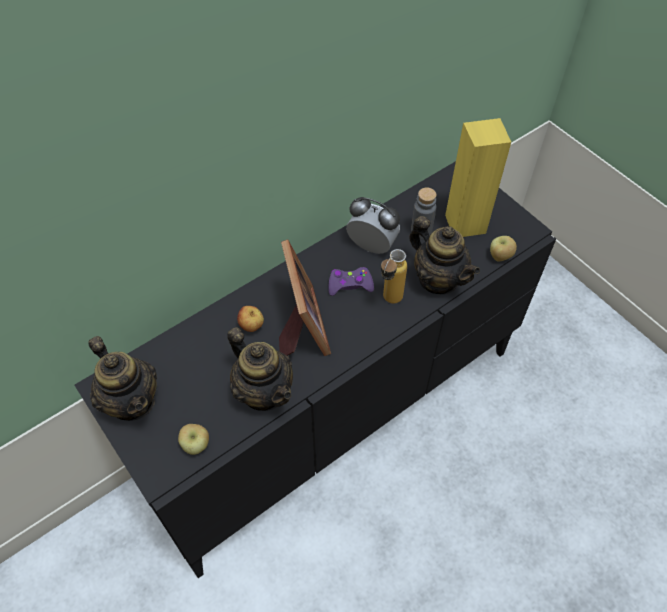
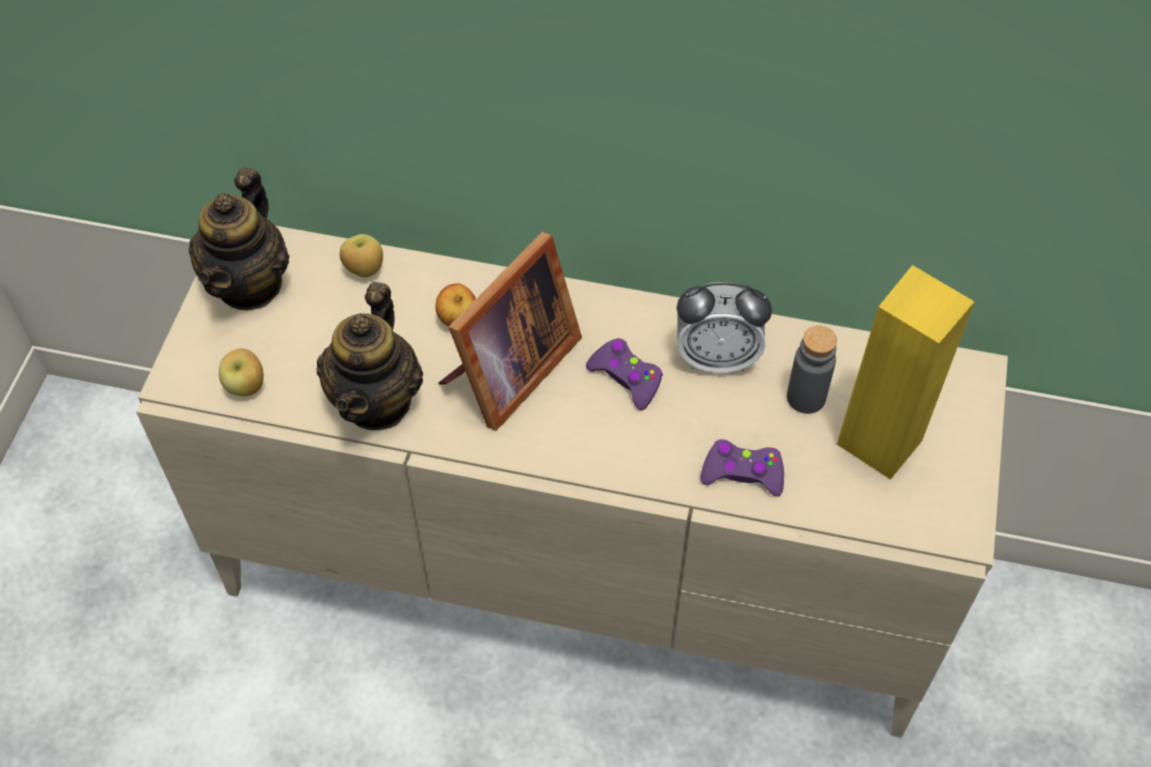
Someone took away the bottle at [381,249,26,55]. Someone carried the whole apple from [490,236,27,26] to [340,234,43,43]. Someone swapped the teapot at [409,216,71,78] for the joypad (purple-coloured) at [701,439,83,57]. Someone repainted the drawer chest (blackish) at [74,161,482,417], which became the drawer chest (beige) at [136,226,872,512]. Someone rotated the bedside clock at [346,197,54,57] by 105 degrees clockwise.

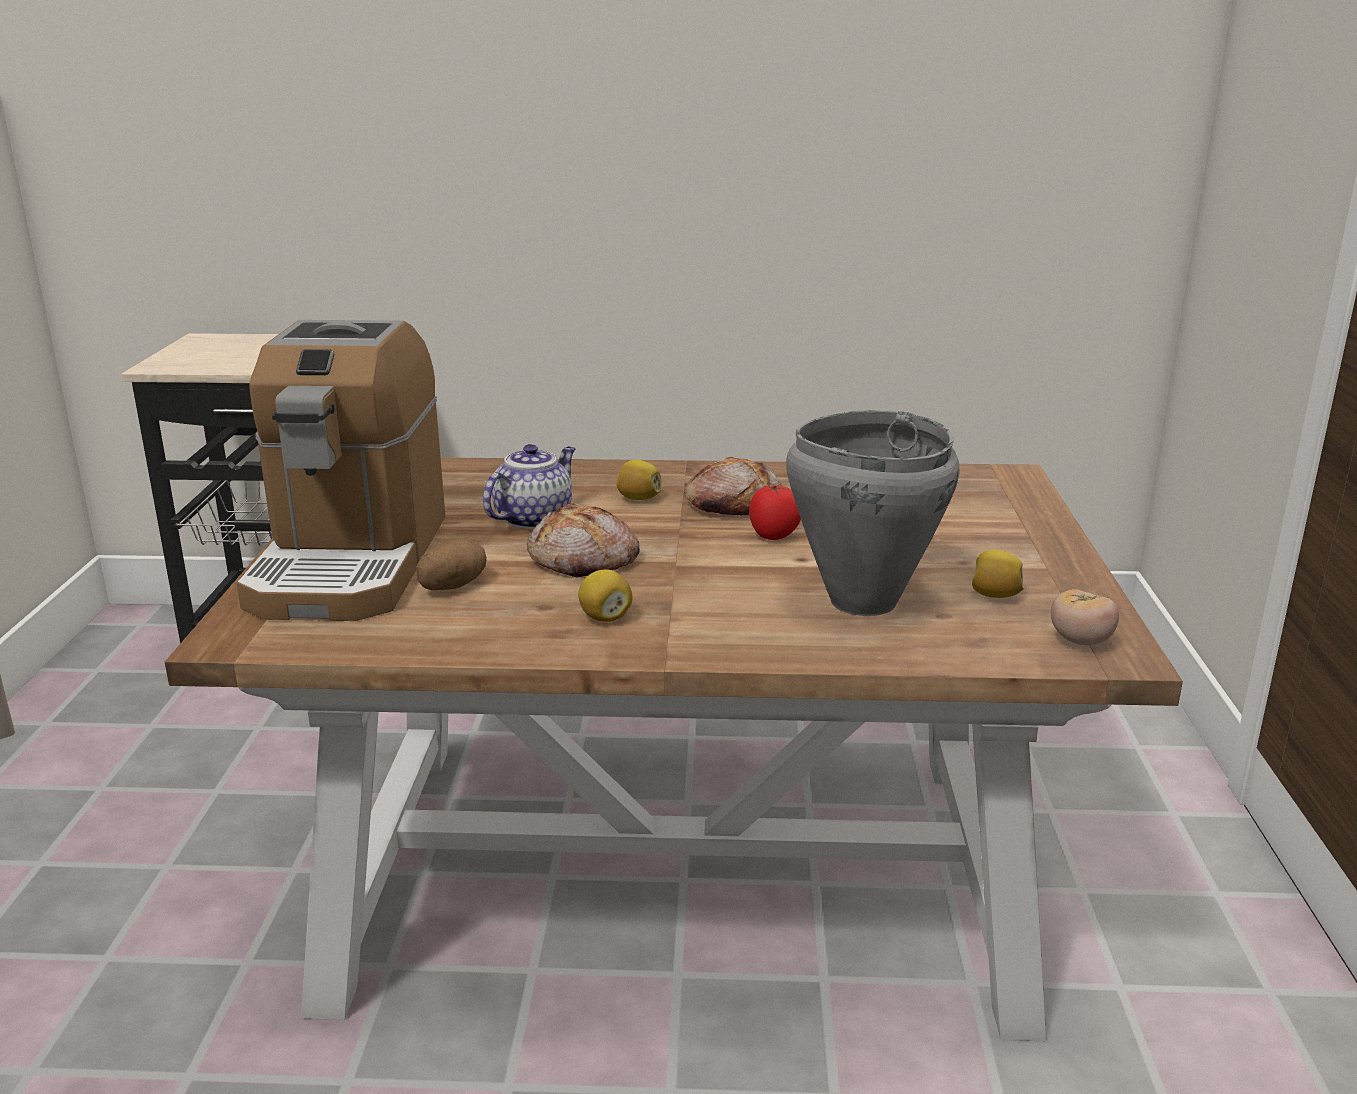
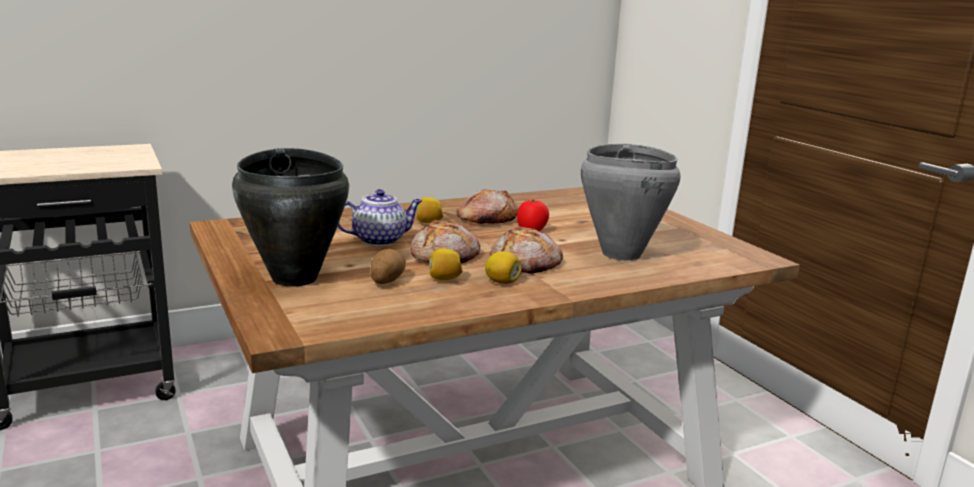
Someone took away the whole tomato at [1051,589,68,56]. Someone put down the baked bread at [490,226,73,48]. Someone carried the citrus fruit from [972,549,52,49] to [429,248,34,32]. Someone swapped the coffee brewer at [236,320,210,301] for the saucepot (blackish) at [232,148,117,139]. Someone rotated the teapot at [483,444,93,85] by 60 degrees clockwise.

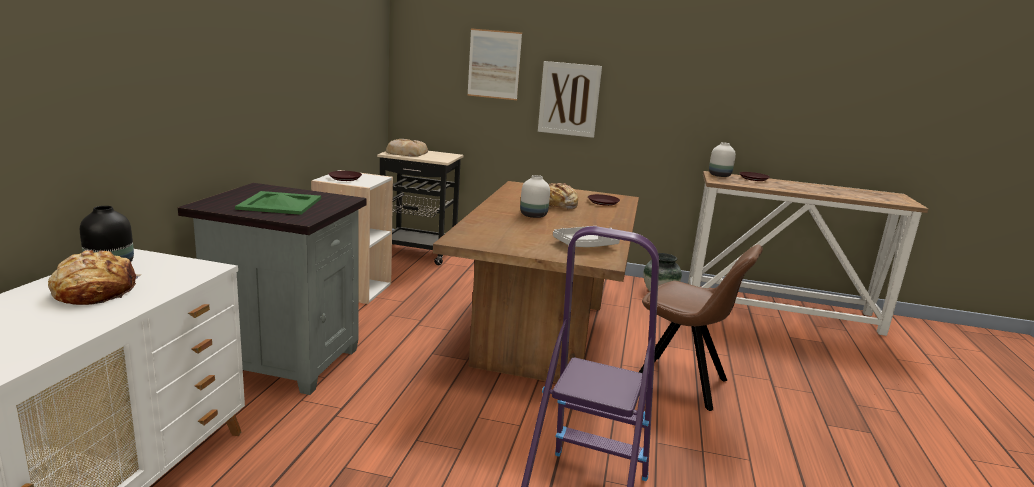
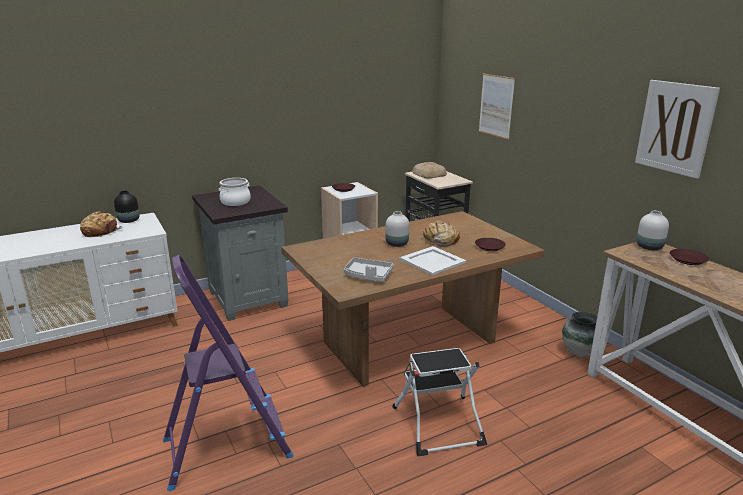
Someone put down the serving tray (whitish) at [400,246,66,29]. Someone carried the picture from [538,61,64,77] to [635,80,85,99]. Someone swapped the serving tray (greenish) at [235,191,86,24] for the saucepot at [219,178,32,28]. Someone swapped the upright chair (brownish) at [639,245,124,166] for the step stool at [392,348,95,108].

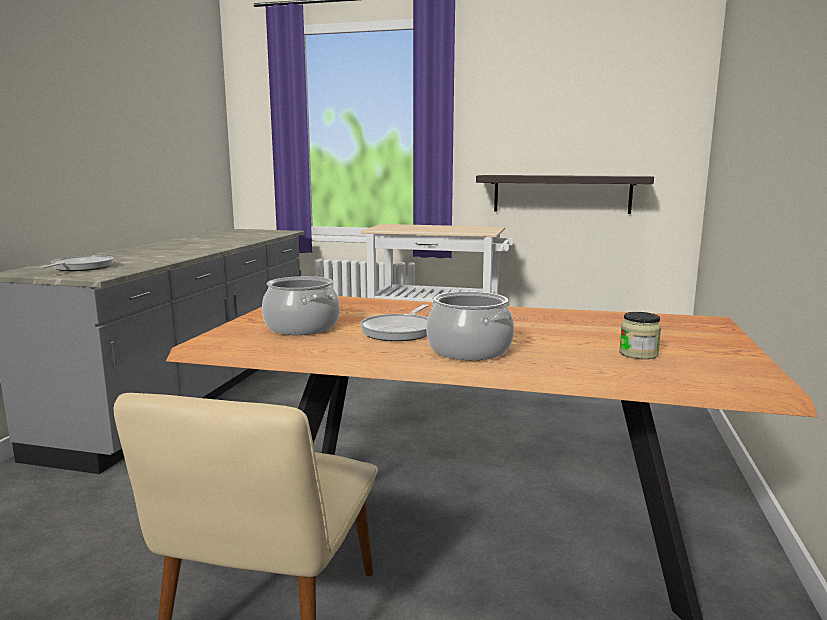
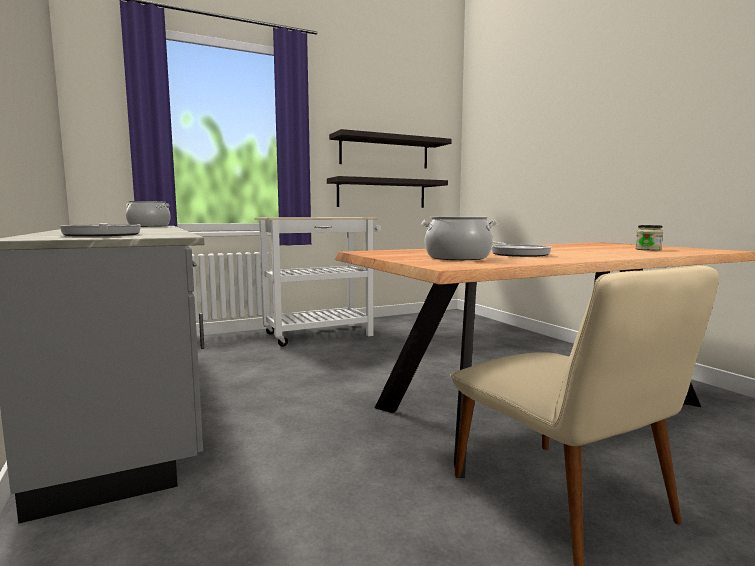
Someone put up the wall shelf at [329,129,122,40]. Someone carried the saucepot from [426,291,88,69] to [126,201,45,26].

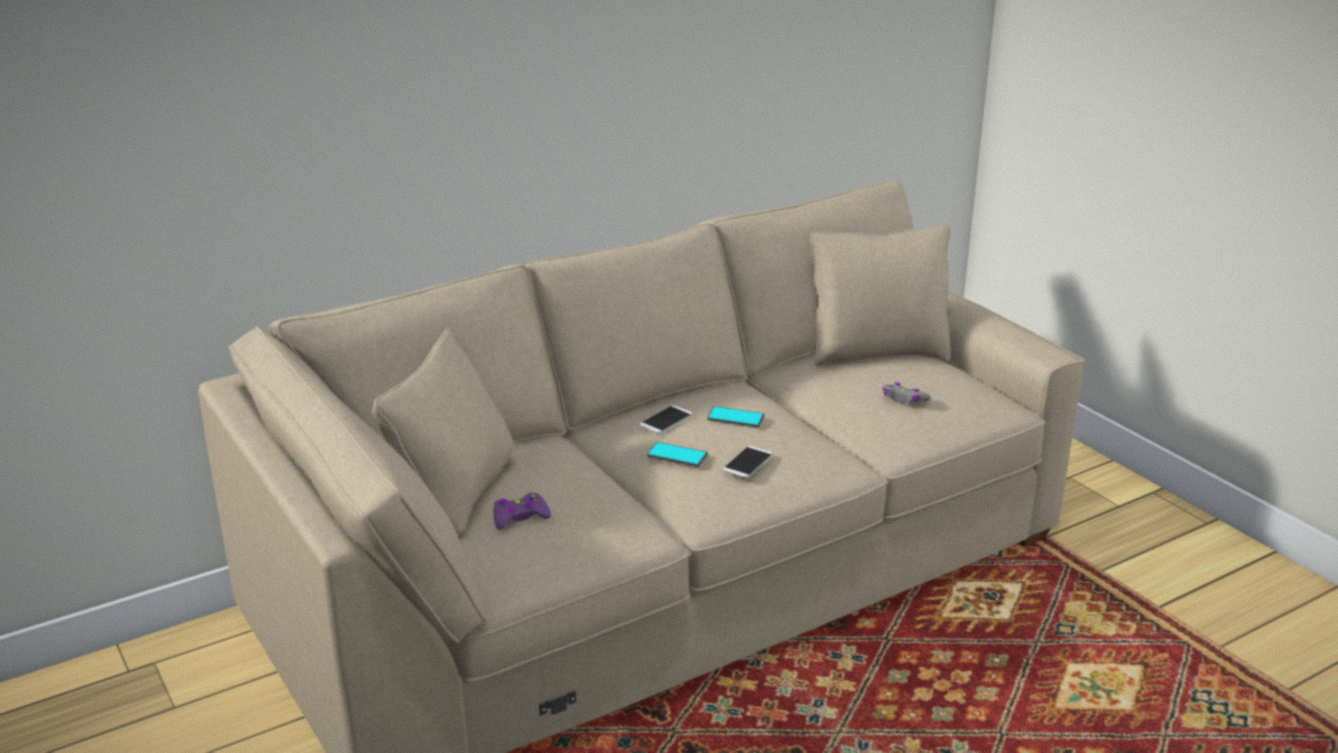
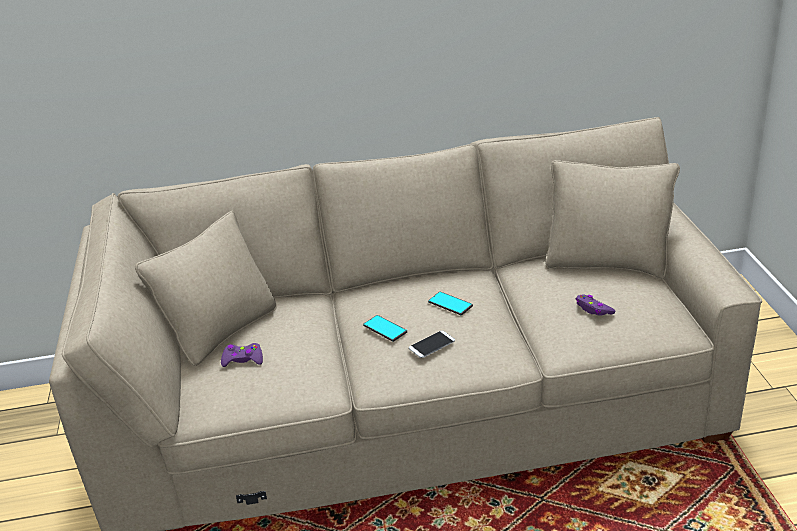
Someone took away the telephone at [640,405,52,29]. Someone repainted the joypad (grey) at [882,382,49,22], which became the joypad (purple-coloured) at [576,294,40,22].

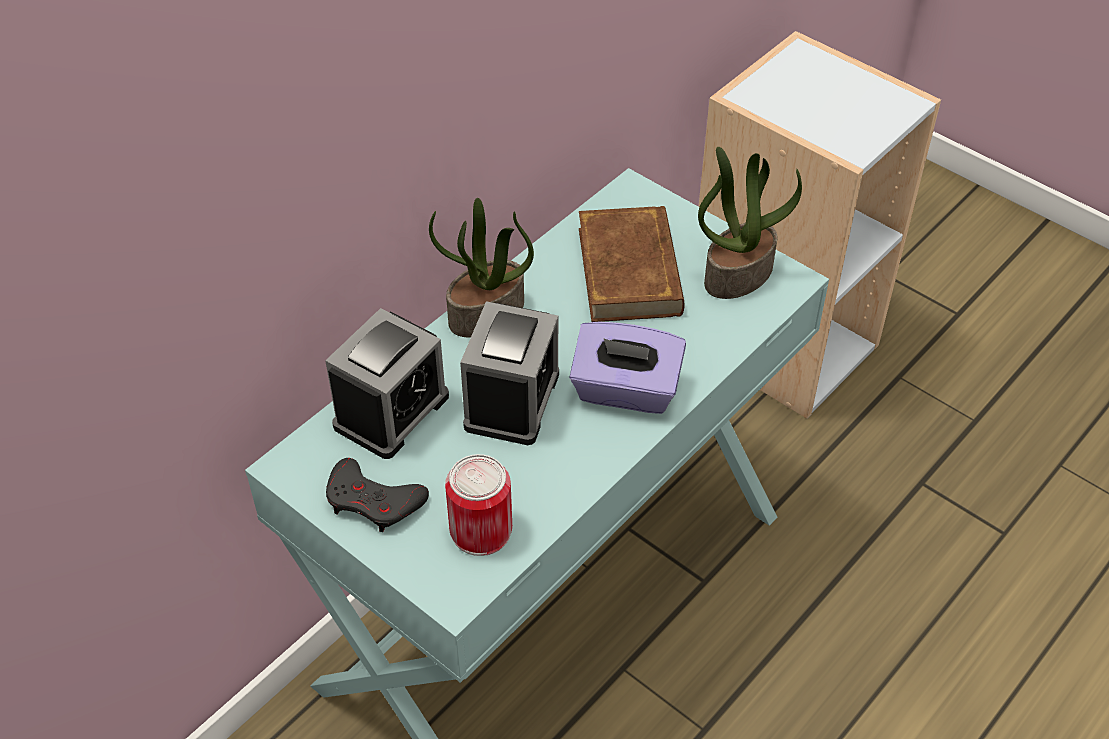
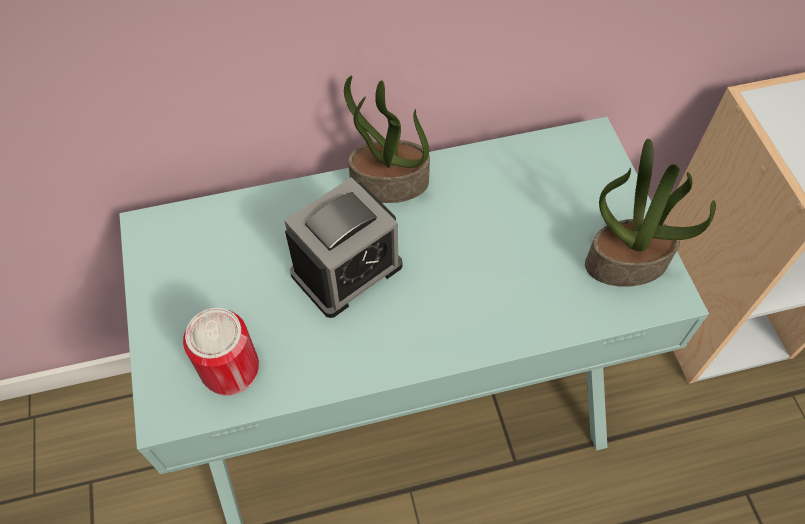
Someone took away the bedside clock at [325,308,124,151]. Someone took away the joypad (grey) at [326,458,103,74]. Someone took away the tissue holder (purple-coloured) at [569,322,117,92]. Someone took away the volume (brownish) at [579,206,106,116].

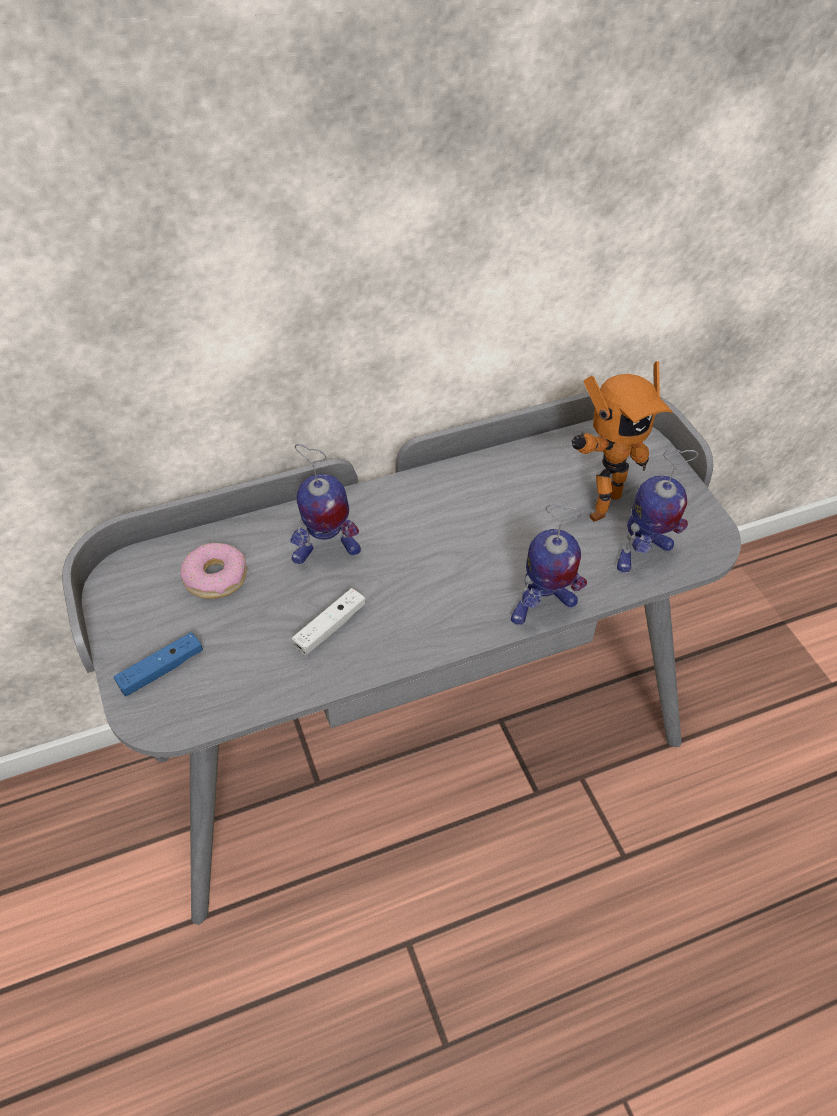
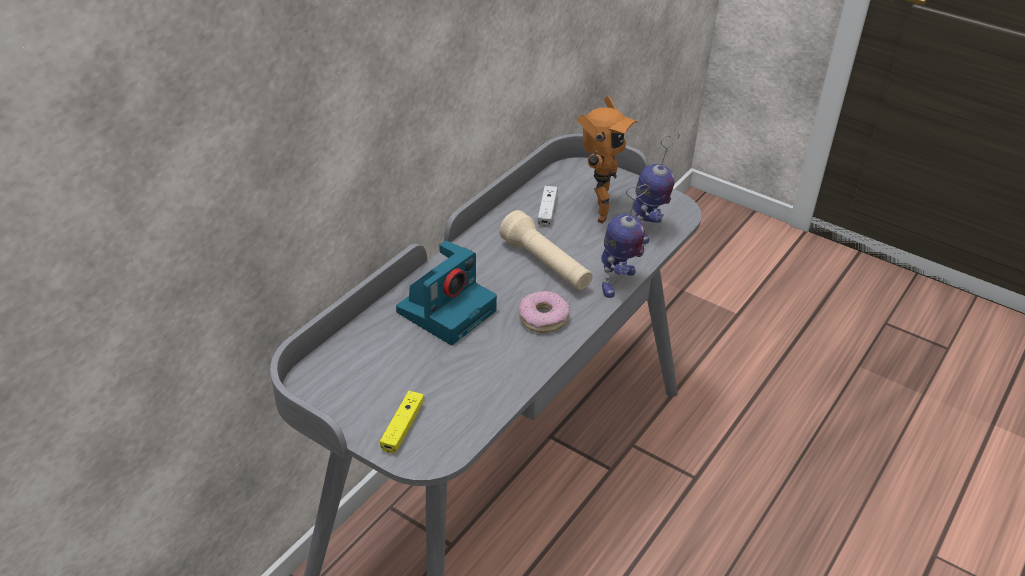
Someone put down the hand torch (beige) at [499,210,93,80]. Someone carried the donut from [180,543,67,56] to [518,291,52,42]. Someone carried the joypad (whitish) from [292,588,74,68] to [538,186,19,41]. Someone swapped the model robot at [290,444,71,121] for the still camera at [396,240,101,105]. Someone repainted the joypad (bluish) at [114,632,89,64], which became the joypad (yellow-coloured) at [380,391,44,63].

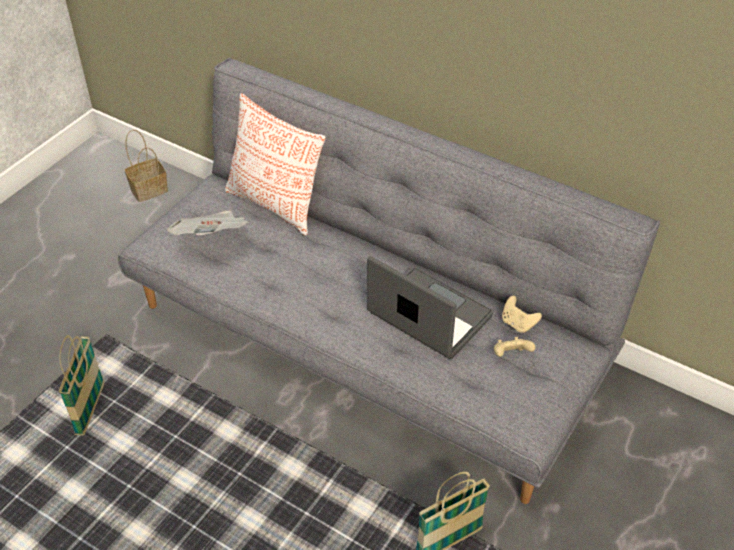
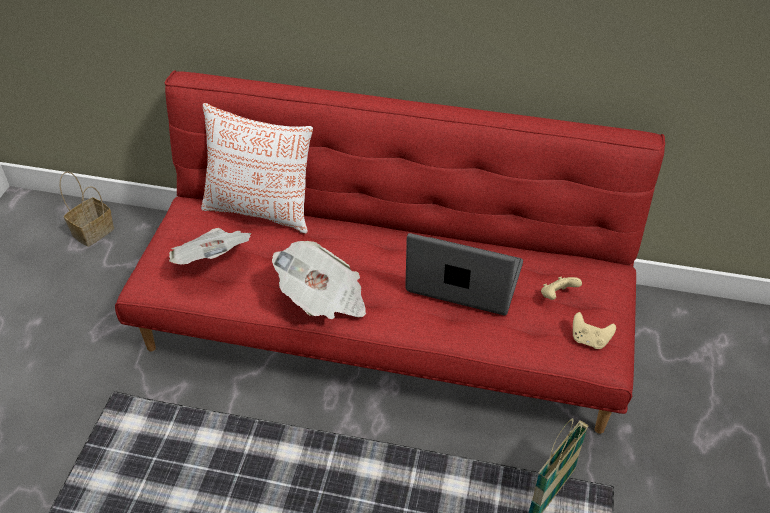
Someone took away the storage basket at [59,335,45,101]. Someone put down the printed paper at [272,241,94,78]. Someone carried the joypad (beige) from [502,296,40,37] to [573,312,43,37]. Someone repainted the couch (grey) at [118,58,542,446], which became the couch (red-coloured) at [115,70,550,364].

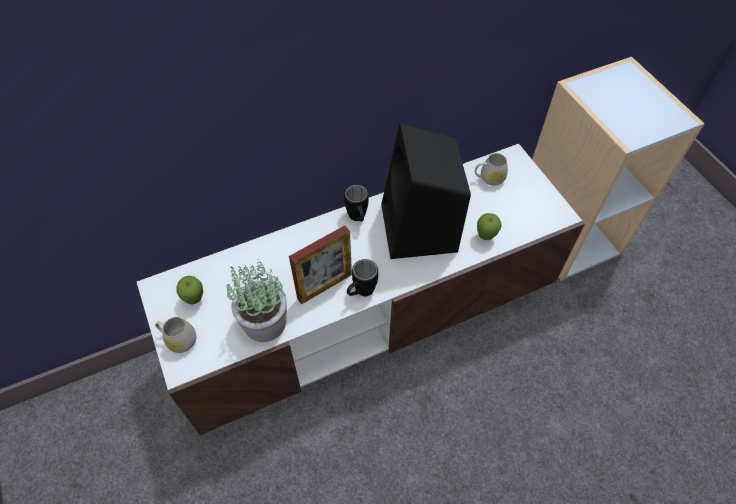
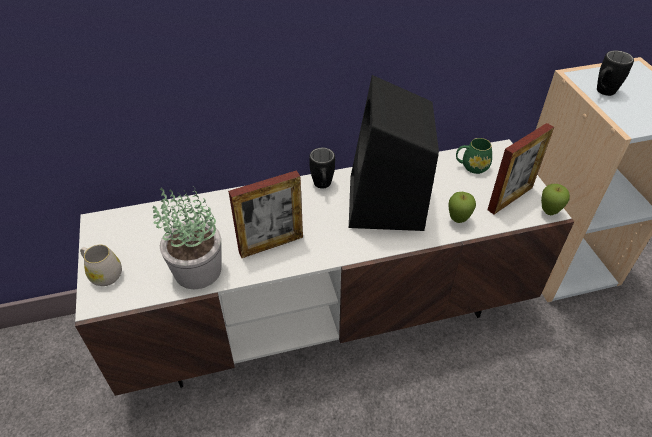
Someone put down the photo frame at [487,123,67,91]. Someone carried the whole apple from [176,276,27,28] to [541,184,29,31]. Someone carried the tea mug (blackish) from [347,259,31,37] to [597,50,37,46]. Someone repainted the tea mug (whitish) at [475,153,33,33], which became the tea mug (greenish) at [456,138,36,36].

